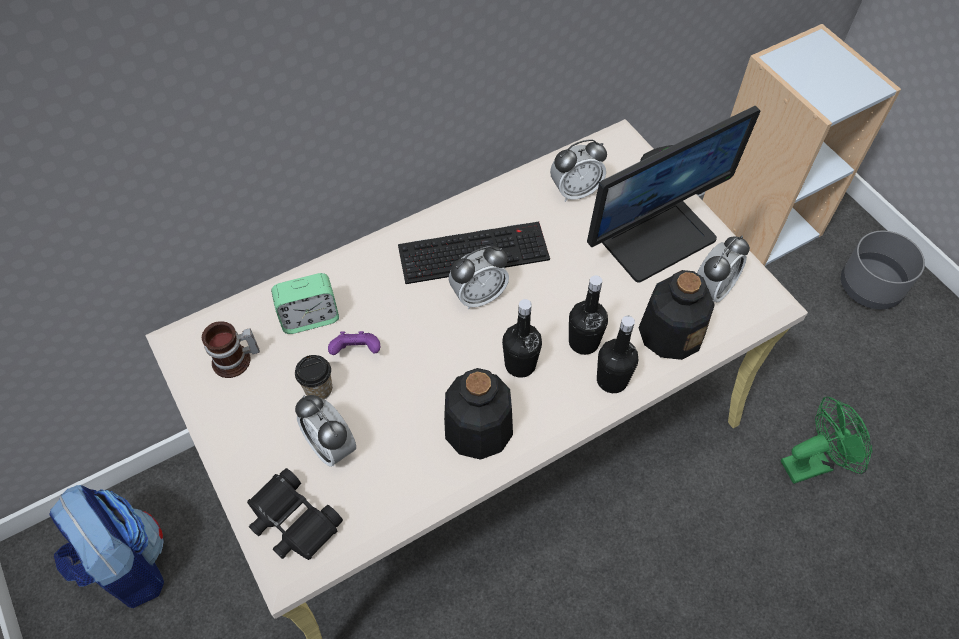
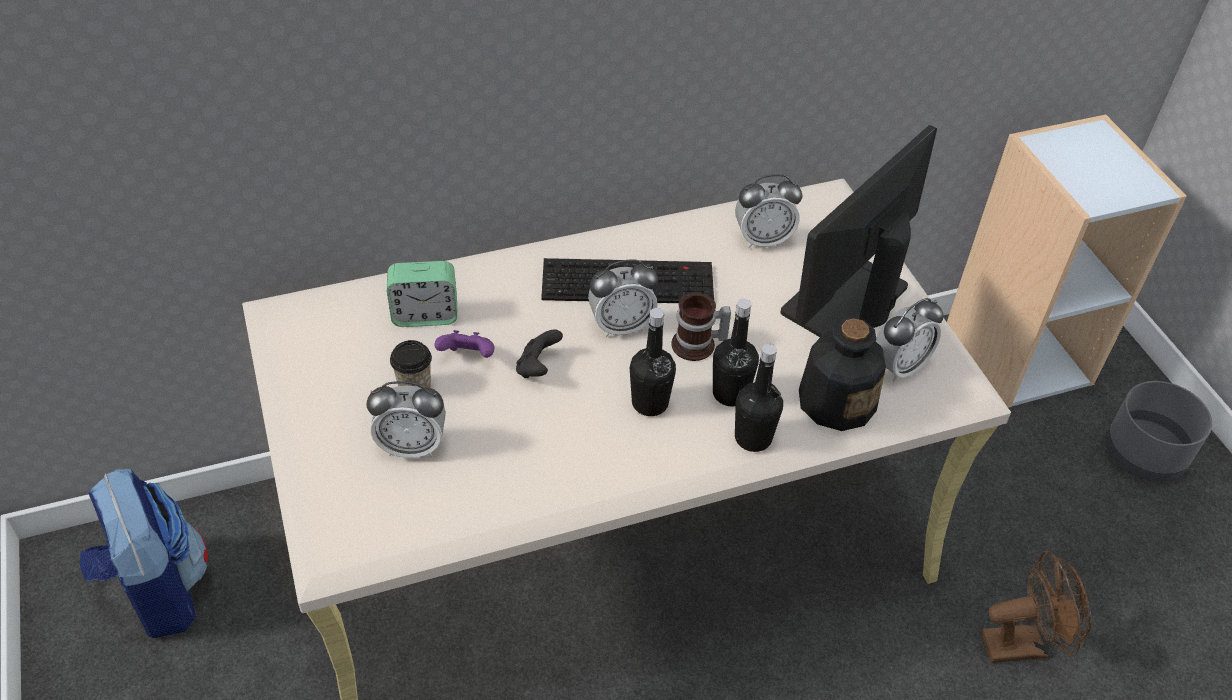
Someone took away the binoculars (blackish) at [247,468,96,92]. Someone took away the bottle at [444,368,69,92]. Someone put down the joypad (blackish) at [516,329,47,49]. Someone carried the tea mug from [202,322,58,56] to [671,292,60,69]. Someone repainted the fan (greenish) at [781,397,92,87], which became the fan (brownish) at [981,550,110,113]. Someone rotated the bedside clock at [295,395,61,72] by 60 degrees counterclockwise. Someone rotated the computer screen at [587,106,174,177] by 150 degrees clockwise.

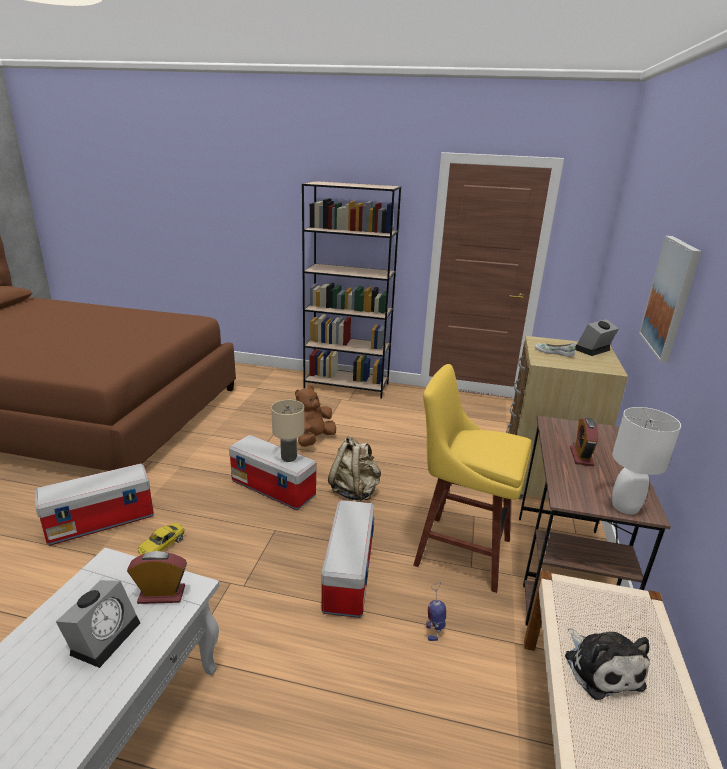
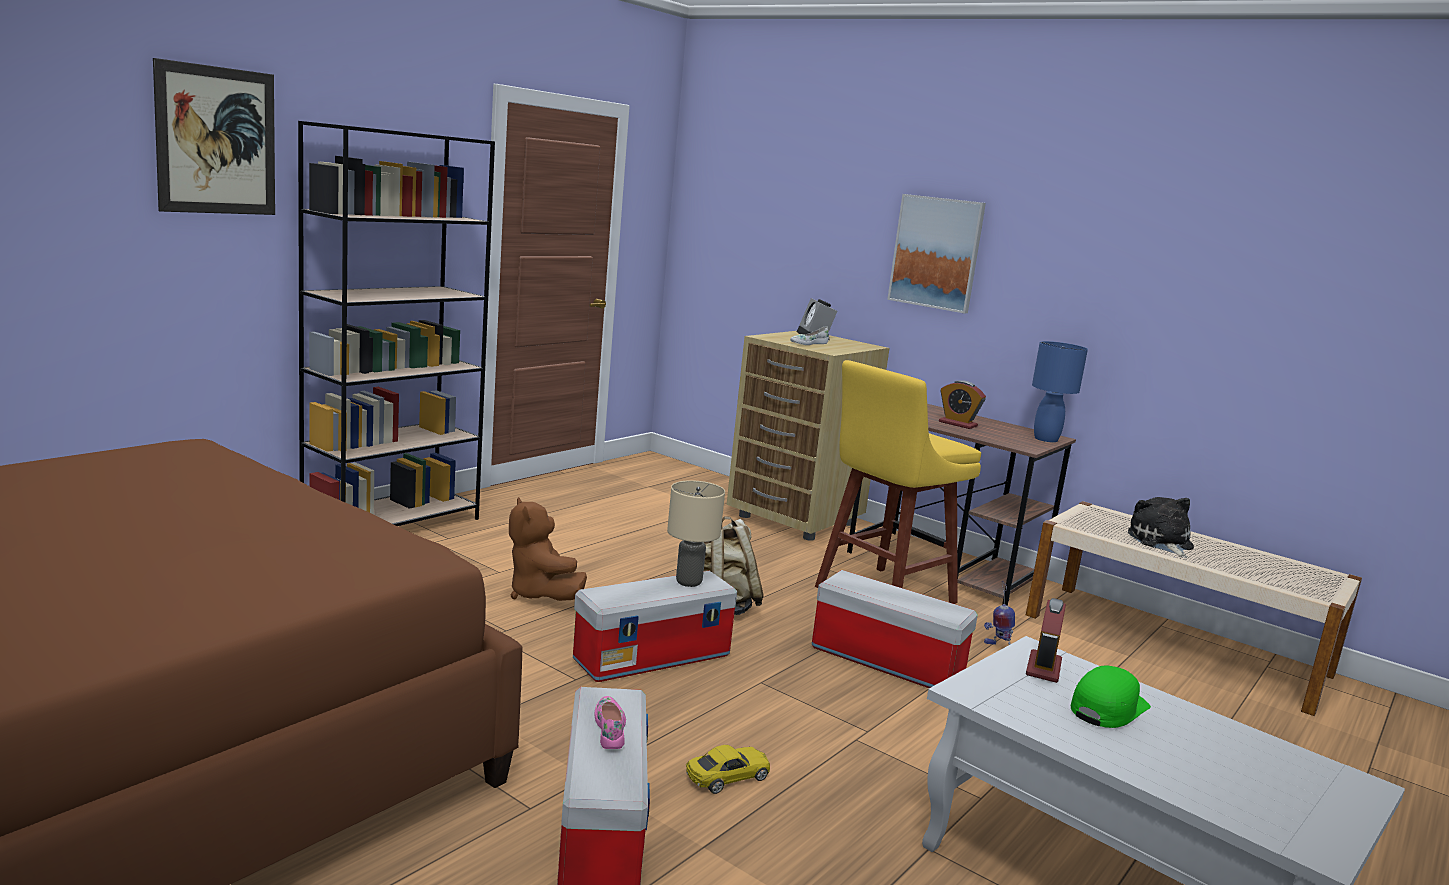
Someone put up the picture at [153,58,122,157]. Someone put down the shoe (pinkish) at [595,696,31,53]. Someone swapped the bedside clock at [56,580,84,88] for the cap (greenish) at [1071,666,80,62]. Someone repainted the tabletop lamp (whitish) at [612,407,69,108], which became the tabletop lamp (bluish) at [1032,341,56,101]. Someone rotated the toy car (yellow-coloured) at [138,523,47,32] by 90 degrees counterclockwise. Someone rotated the soft toy at [565,628,85,72] by 105 degrees counterclockwise.

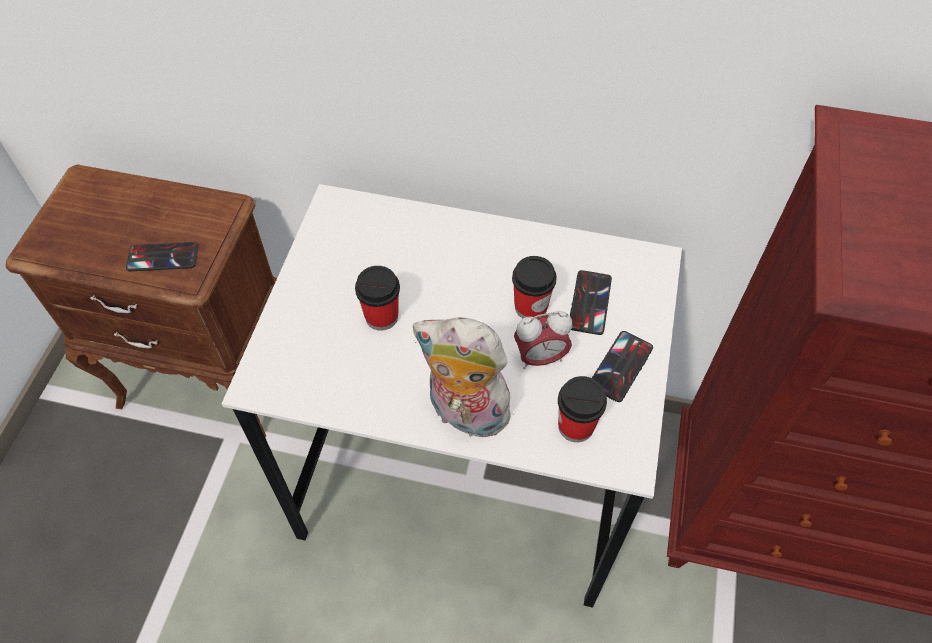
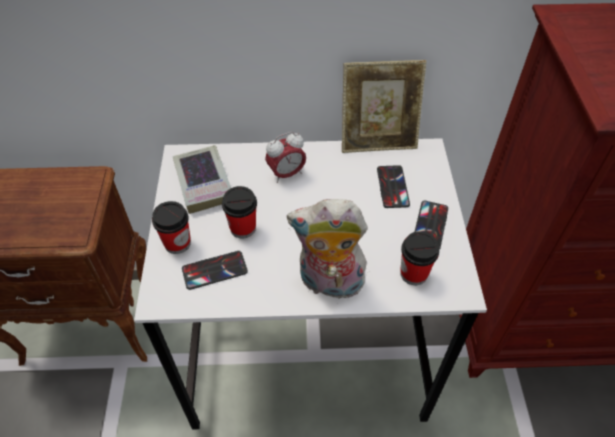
Someone put down the volume at [173,145,58,69]. Someone put down the photo frame at [342,60,84,93]. Someone carried the telephone from [126,242,72,29] to [182,251,66,39]. Someone carried the drinking cup from [512,256,45,62] to [152,201,39,53]. Someone carried the bedside clock from [514,311,58,58] to [265,132,41,51].

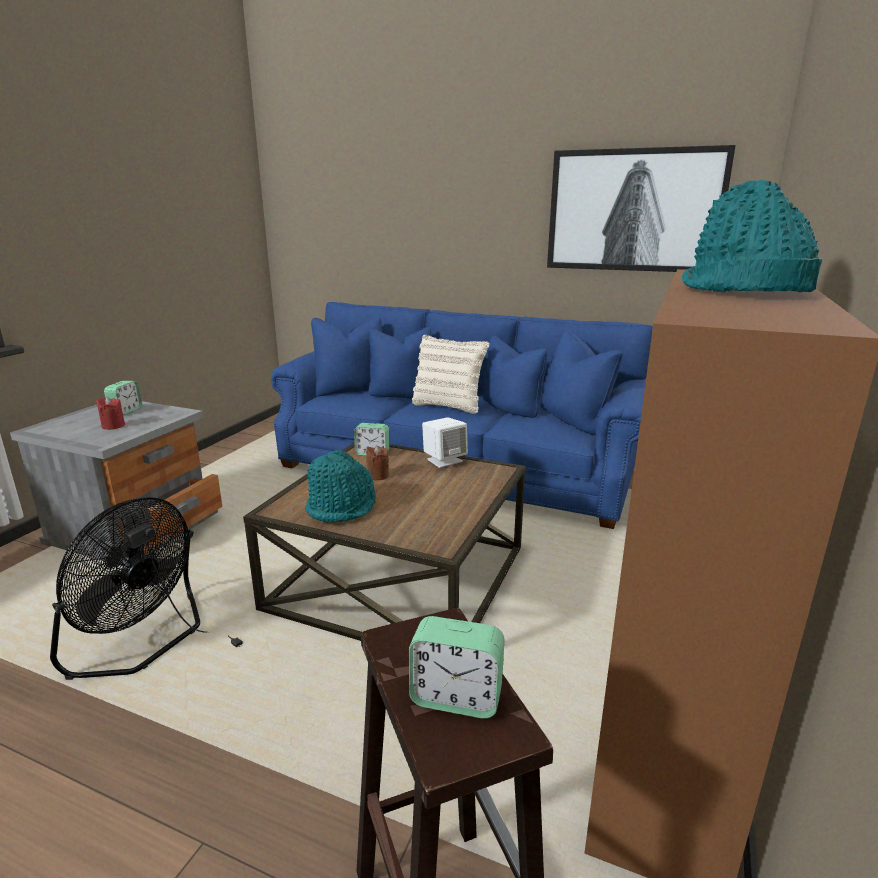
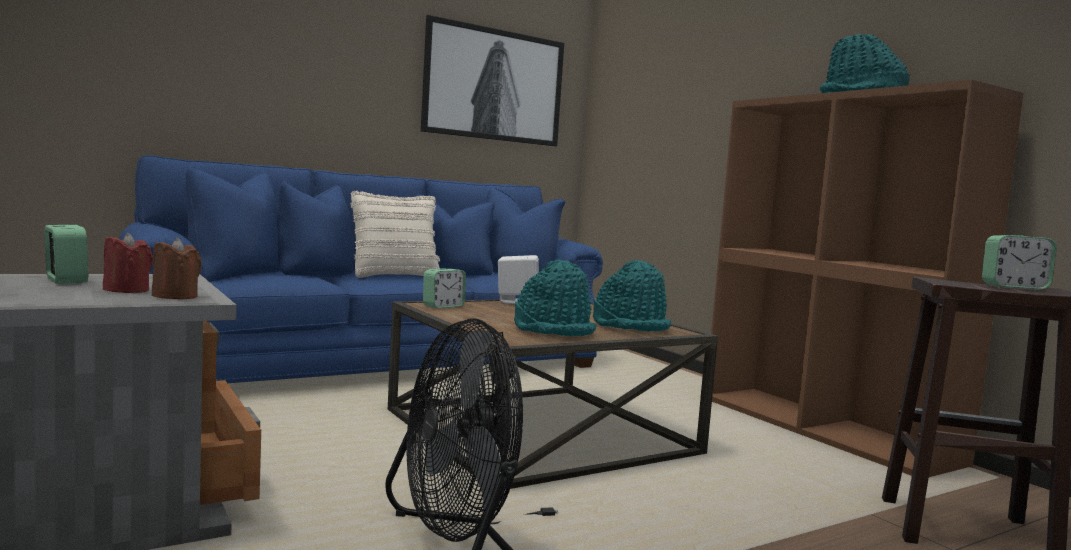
Someone put down the clothing hat (turquoise) at [593,260,78,72]. Someone carried the candle (brownish) from [366,446,23,34] to [152,238,50,61]. Someone rotated the bedside clock at [409,616,95,103] by 45 degrees clockwise.

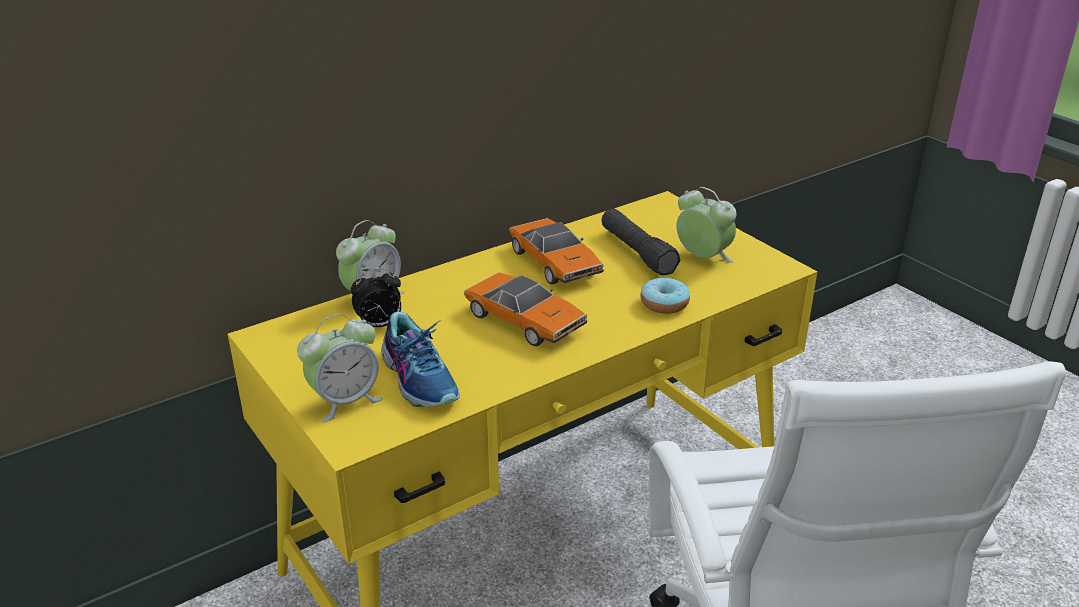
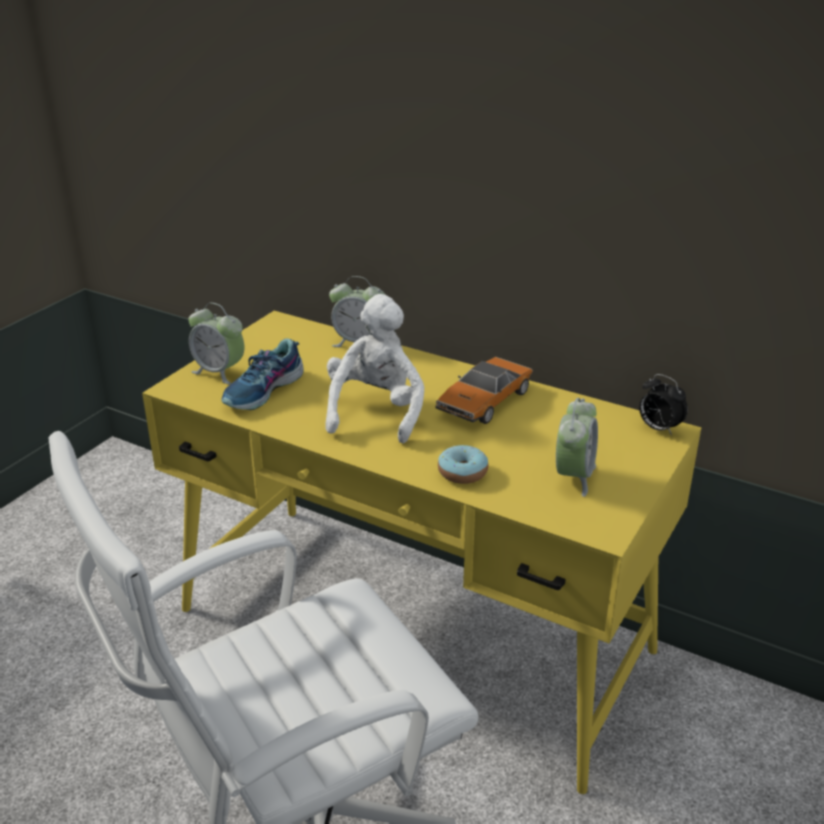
Someone took away the hand torch (blackish) at [601,209,79,66]. Someone carried the bedside clock from [351,268,50,59] to [639,374,49,62]. Someone swapped the toy car at [464,272,123,74] for the soft toy (whitish) at [325,294,99,150].

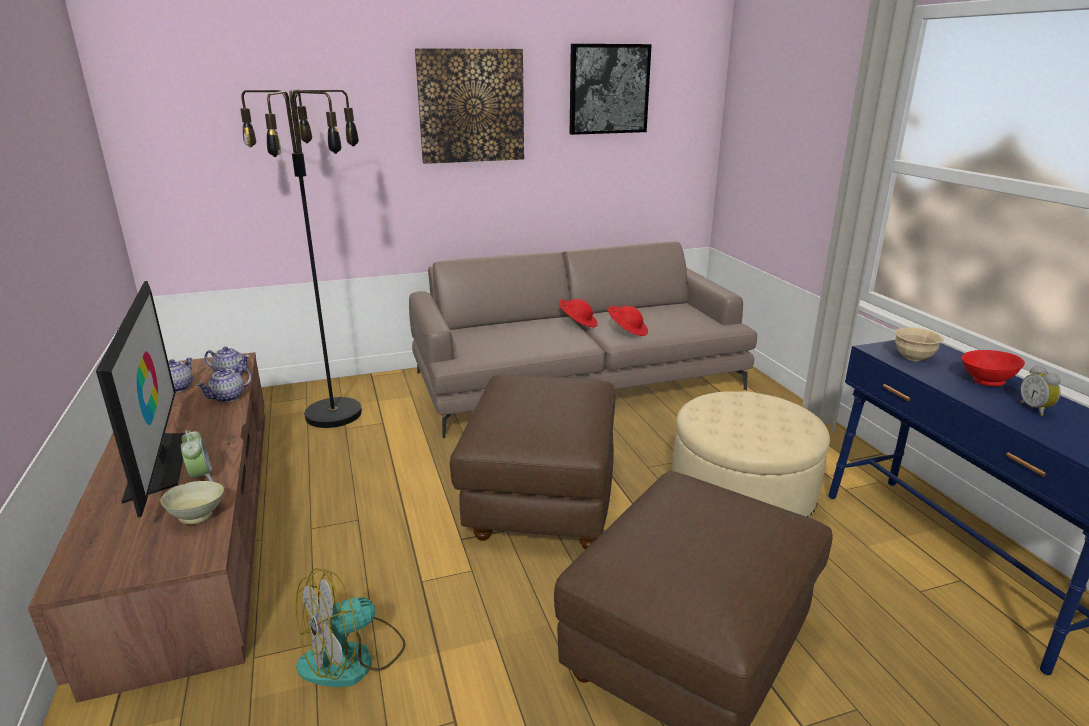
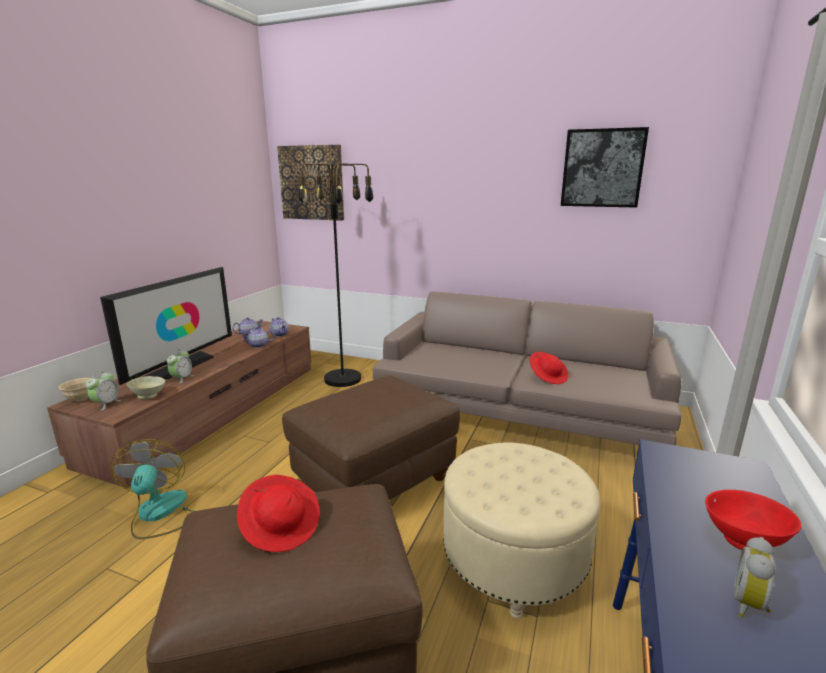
Someone put down the bedside clock at [86,371,35,39]. Someone carried the picture from [415,48,109,116] to [277,145,67,76]. Someone carried the clothing hat (red-coloured) from [559,299,39,28] to [237,475,83,77]. Someone carried the deep dish (beige) from [894,327,50,34] to [59,378,33,24]. Someone rotated the fan at [296,568,110,119] by 75 degrees clockwise.

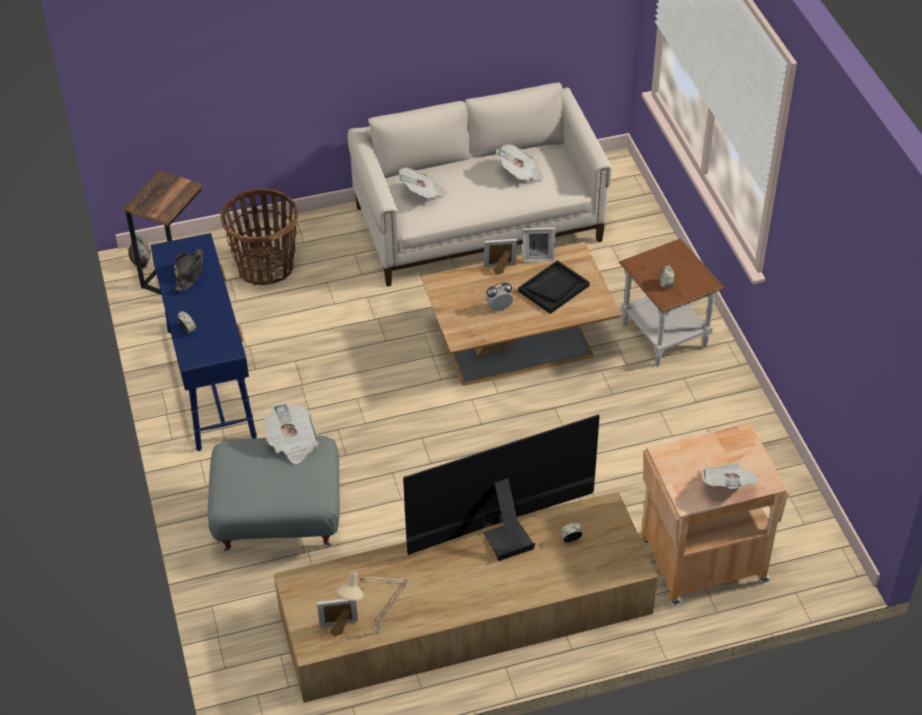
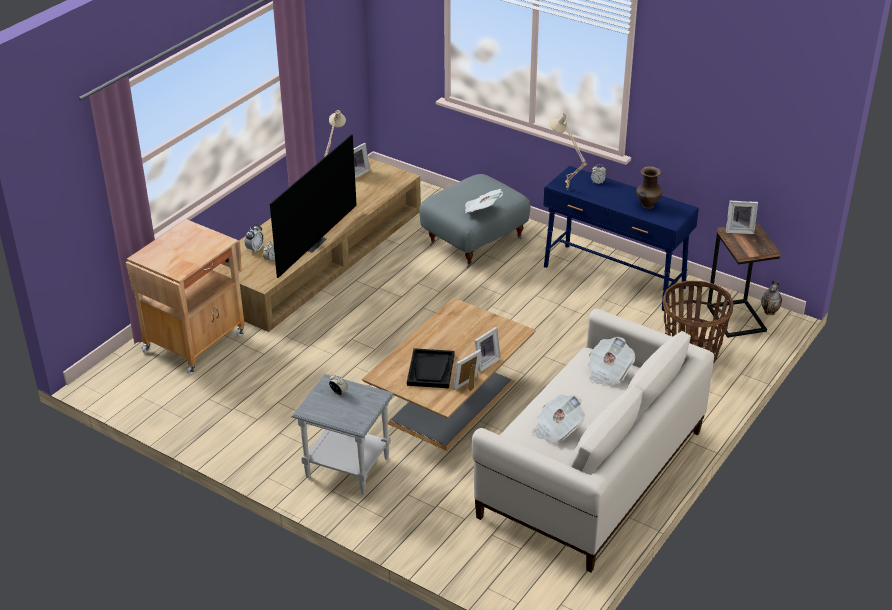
Someone took away the printed paper at [702,462,57,27]. Someone put down the tabletop lamp (beige) at [549,113,38,76]. Someone put down the photo frame at [726,201,32,33]. Someone carried the bedside clock from [486,282,27,29] to [245,224,19,29]. Someone swapped the clothing hat (blackish) at [174,249,30,42] for the flower vase (brownish) at [636,166,26,43]. Someone repainted the end table (brownish) at [619,238,106,129], which became the end table (grey) at [291,374,103,121].

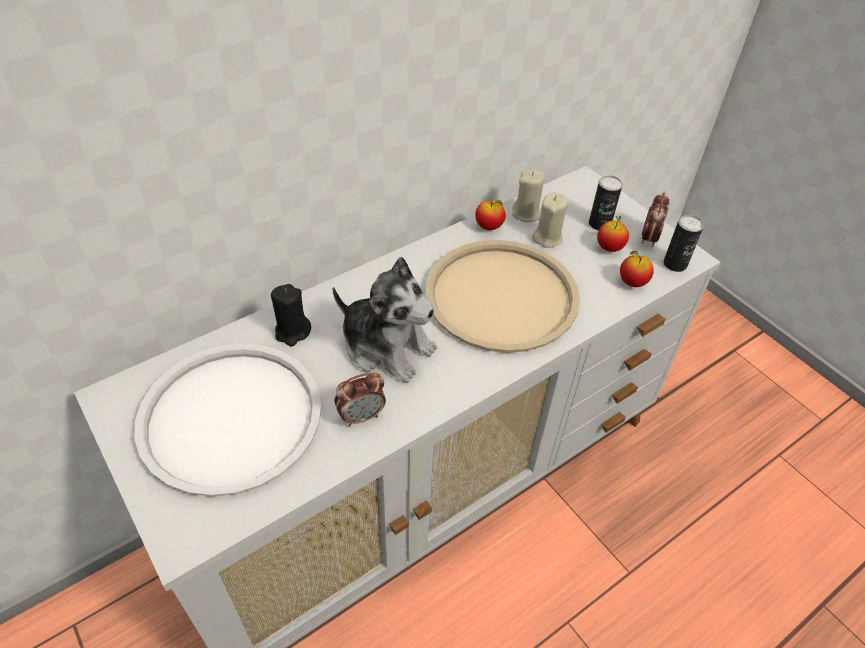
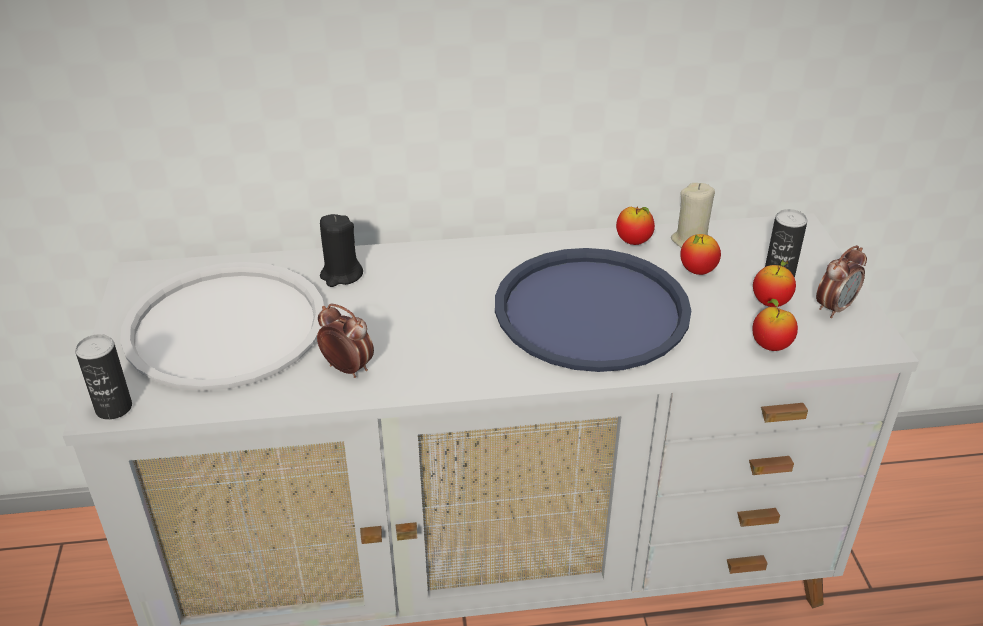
Someone took away the soft toy at [333,257,104,126]. Someone carried the can from [664,215,40,57] to [75,334,57,86]. Someone swapped the candle (beige) at [532,192,36,56] for the whole apple at [680,234,41,41]. Someone repainted the serving tray (beige) at [426,240,154,113], which became the serving tray (bluish) at [495,248,196,124]. Someone rotated the bedside clock at [334,373,52,54] by 150 degrees counterclockwise.

